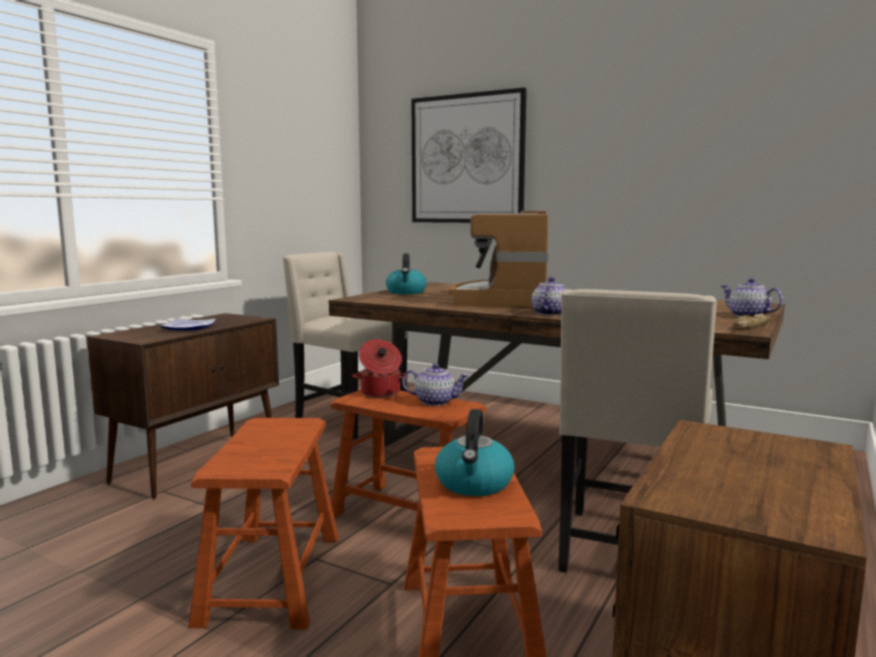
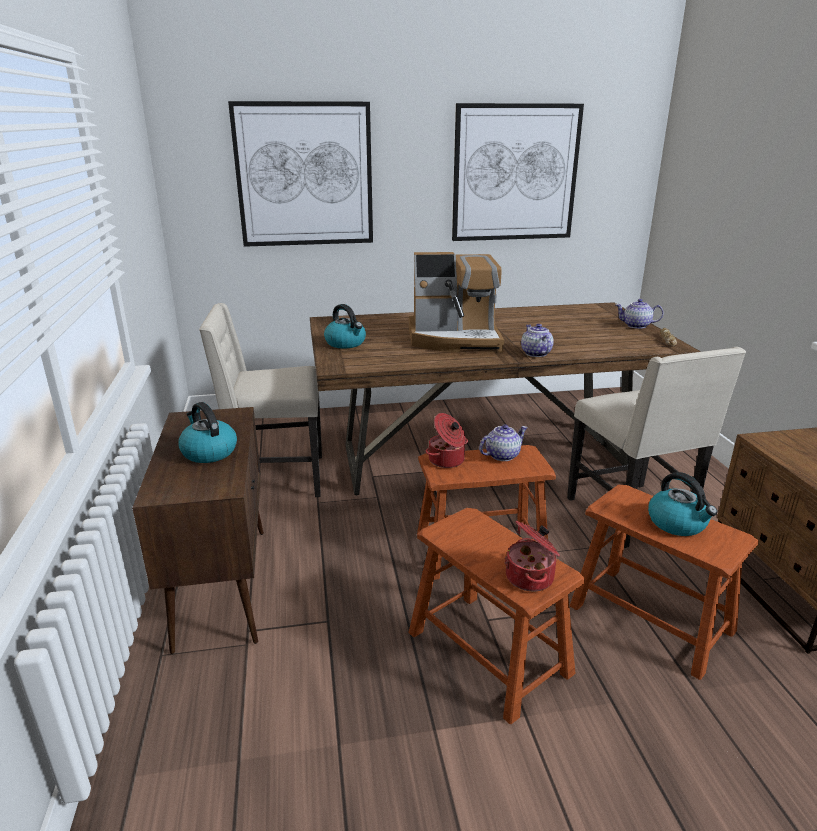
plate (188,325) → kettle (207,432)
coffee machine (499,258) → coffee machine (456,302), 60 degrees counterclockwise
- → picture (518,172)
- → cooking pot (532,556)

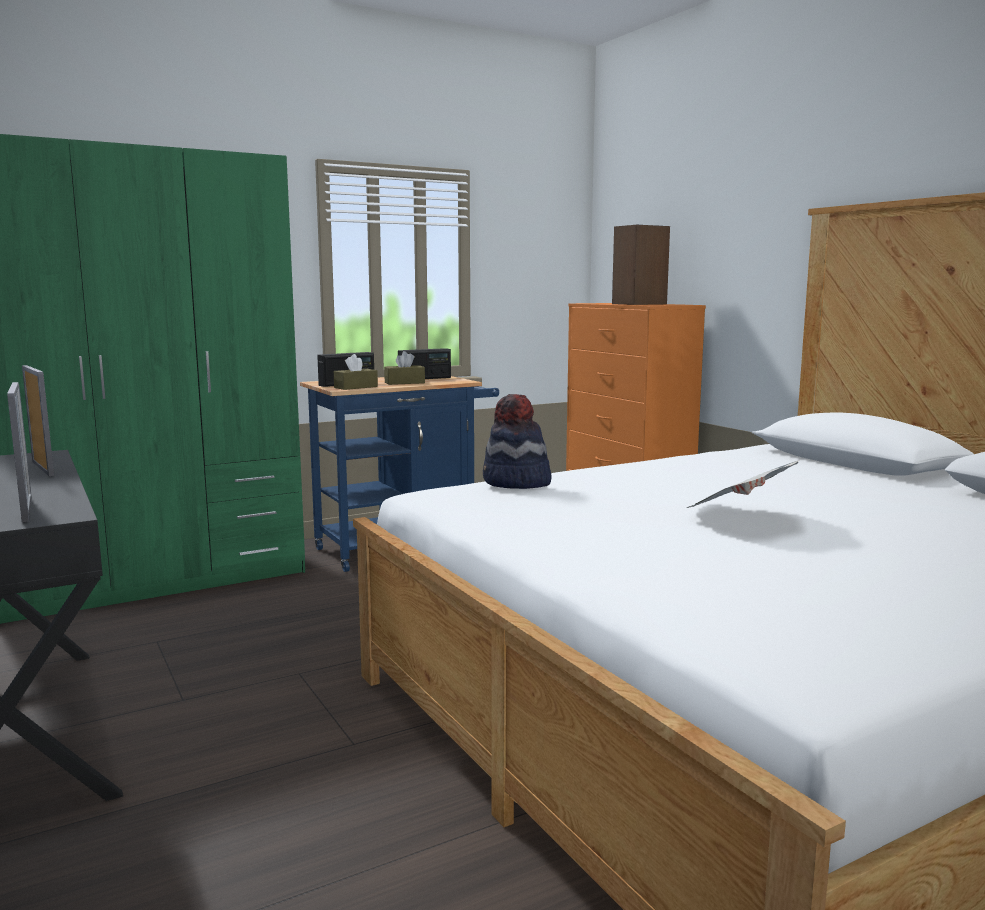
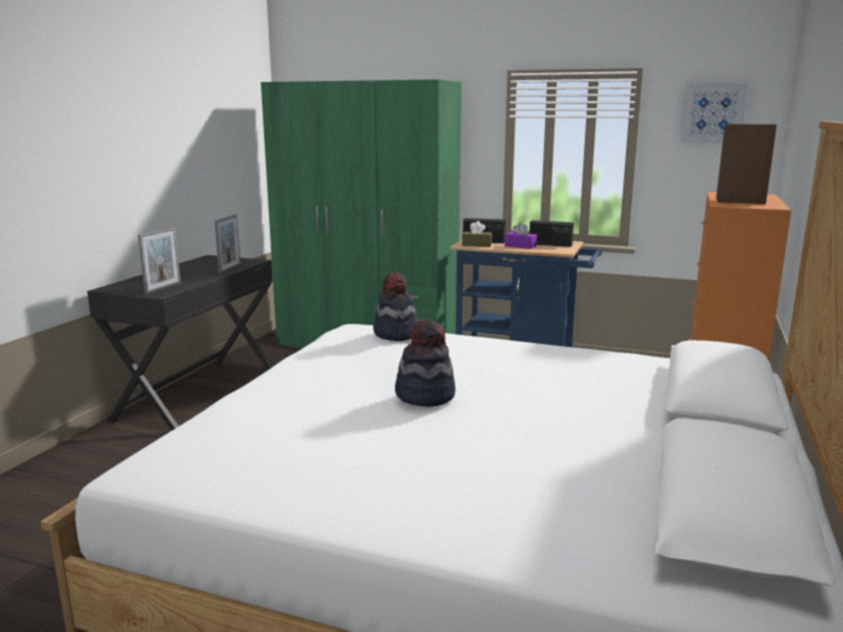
newspaper (743,484) → hat (425,363)
brown tissue box (404,368) → purple tissue box (521,235)
- → picture (715,113)

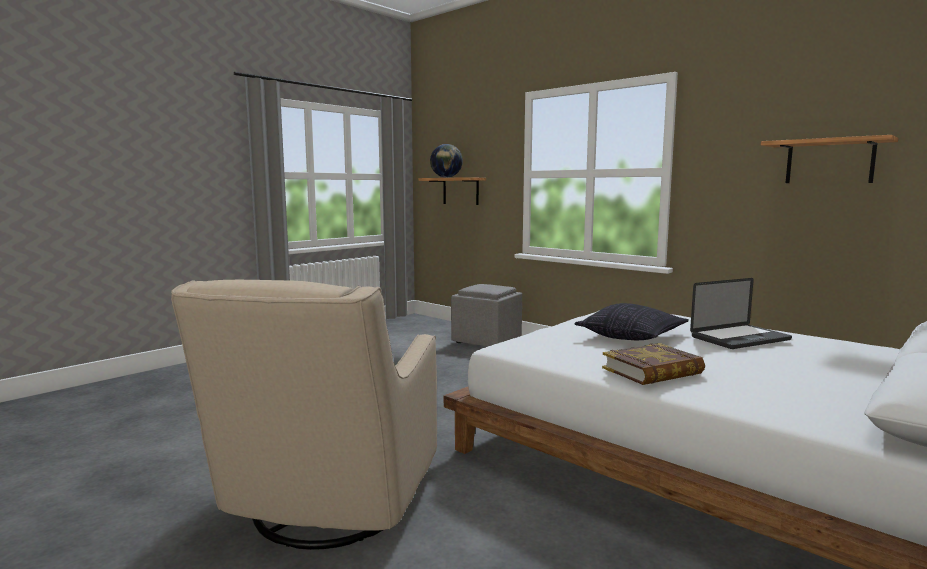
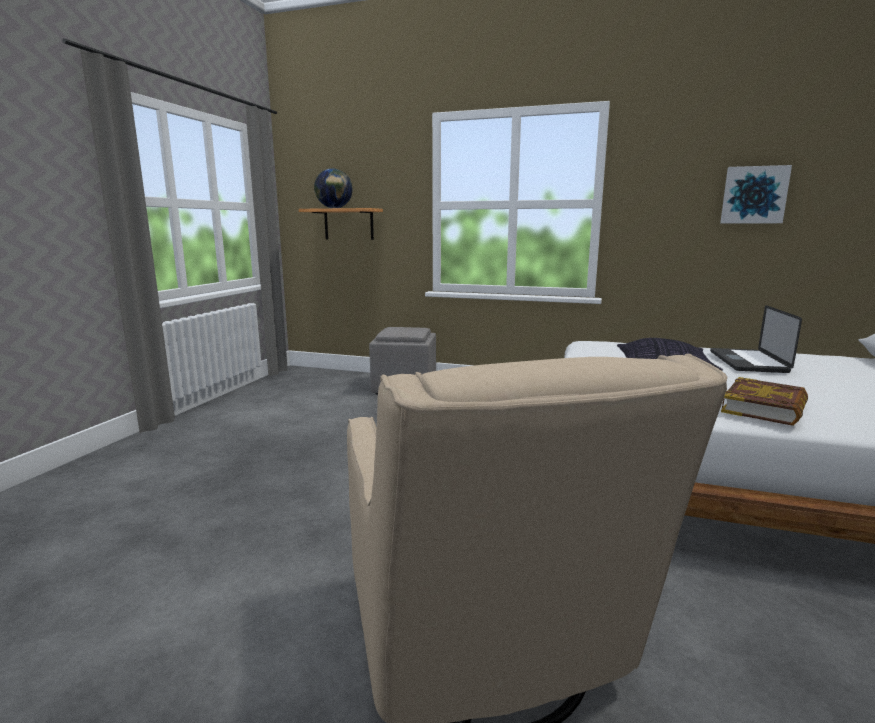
laptop (741,313) → laptop (756,339), 150 degrees clockwise
shelf (829,159) → picture (756,194)

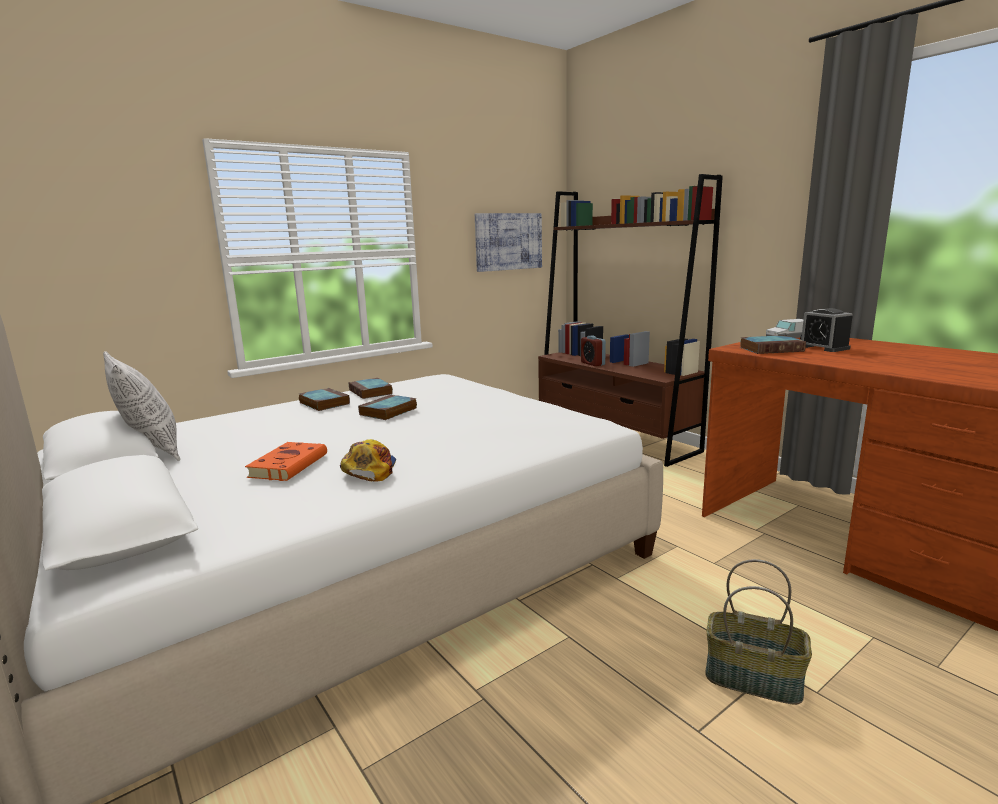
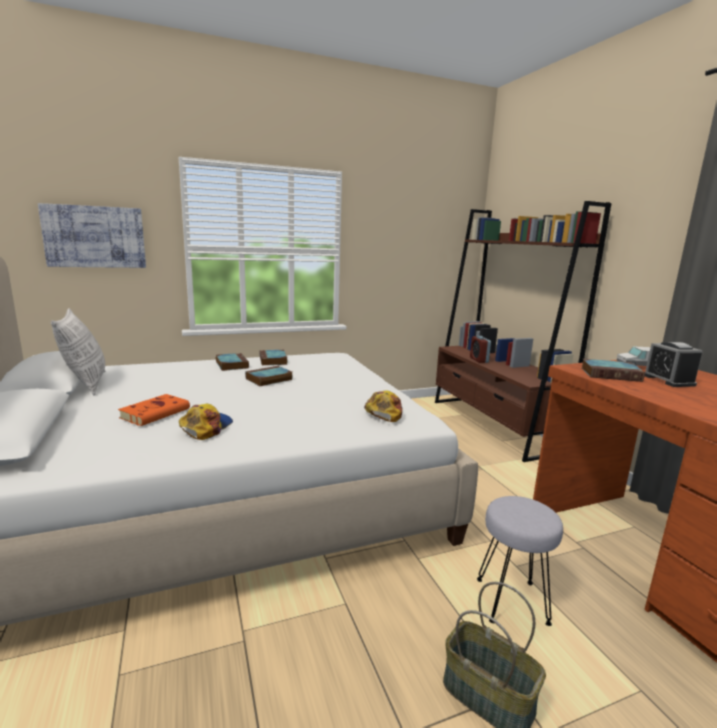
picture (508,242) → picture (92,235), move
- → cap (383,406)
- → grey stool (520,561)

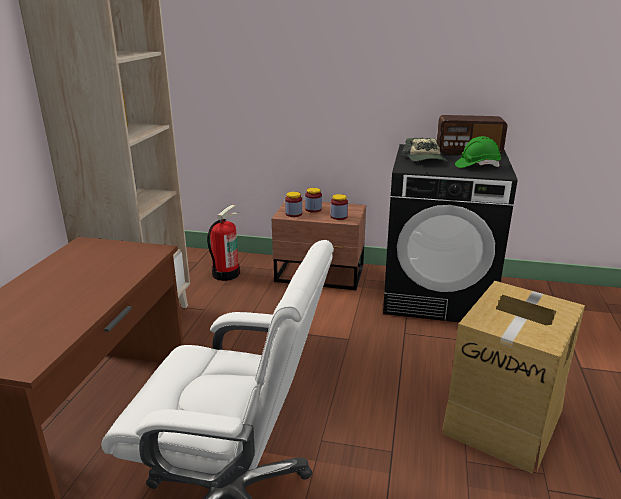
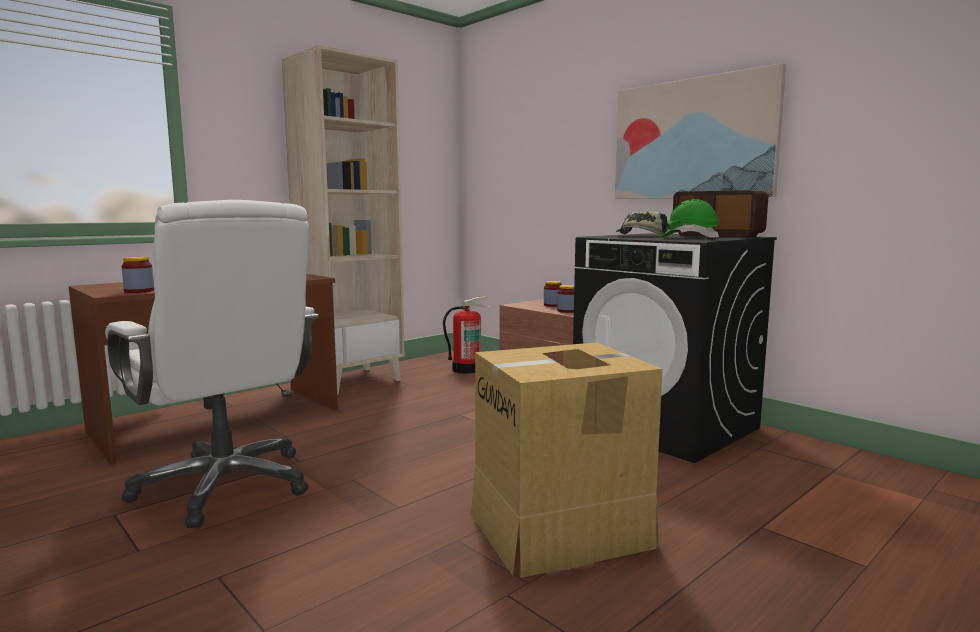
jar (293,204) → jar (138,275), move
- → picture (700,131)

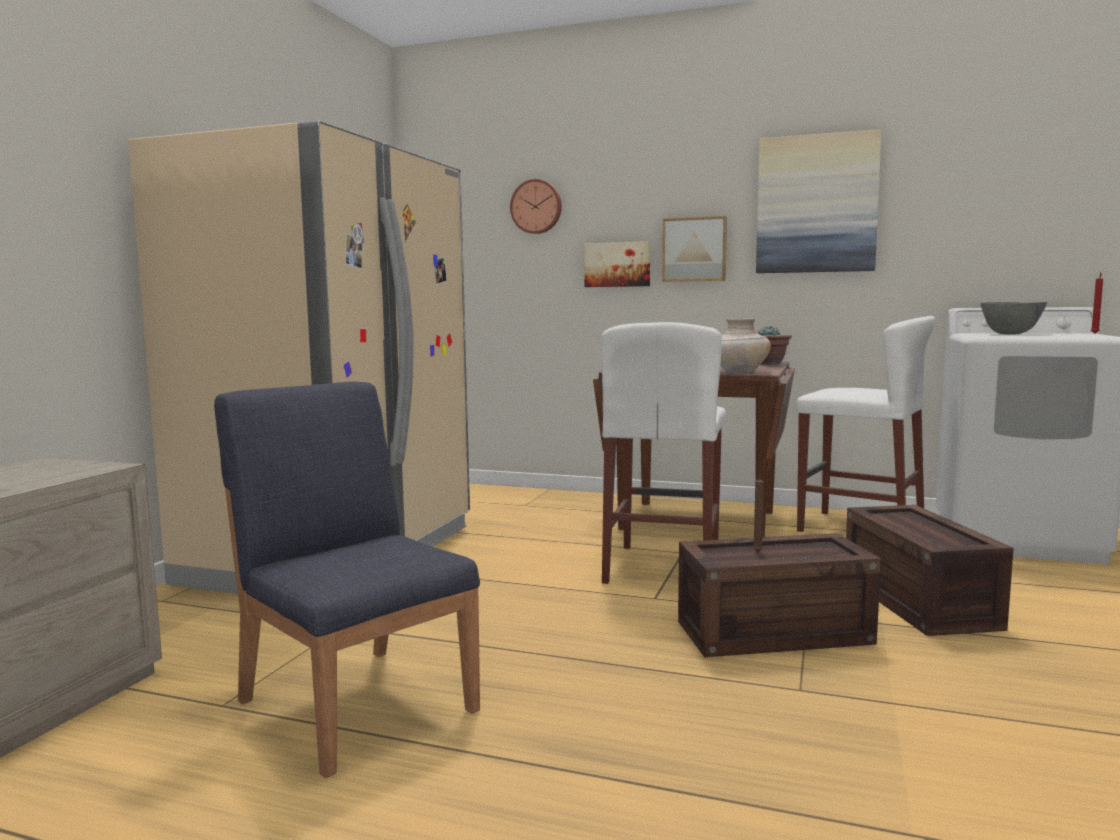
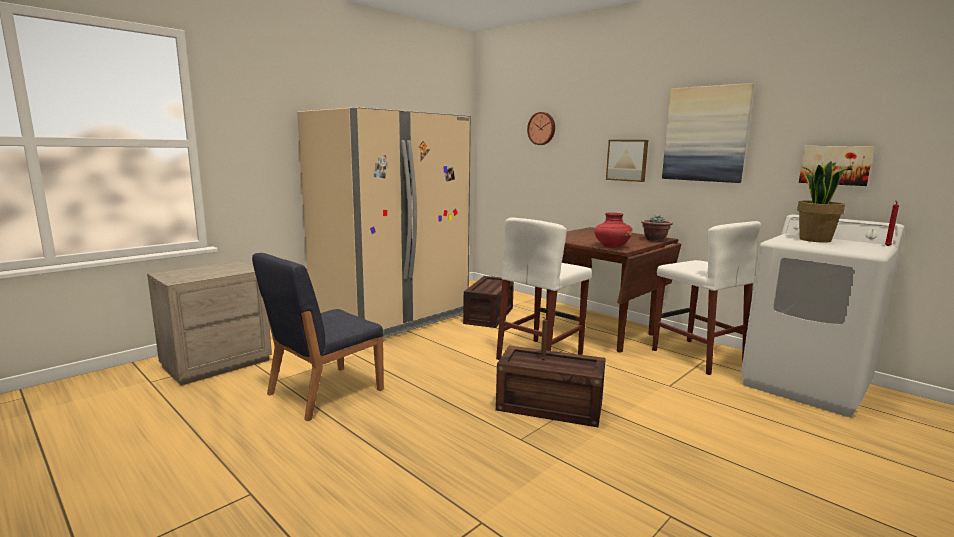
blue chair (347,580) → blue chair (318,337), 120 degrees counterclockwise
crate (930,570) → crate (488,302), move
beige vase (746,345) → red vase (613,230)
grey bowl (1013,318) → potted plant (824,202)
picture (617,264) → picture (836,166), move

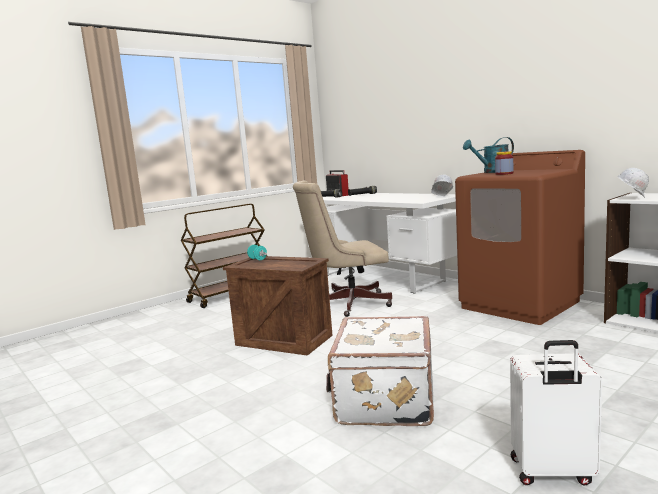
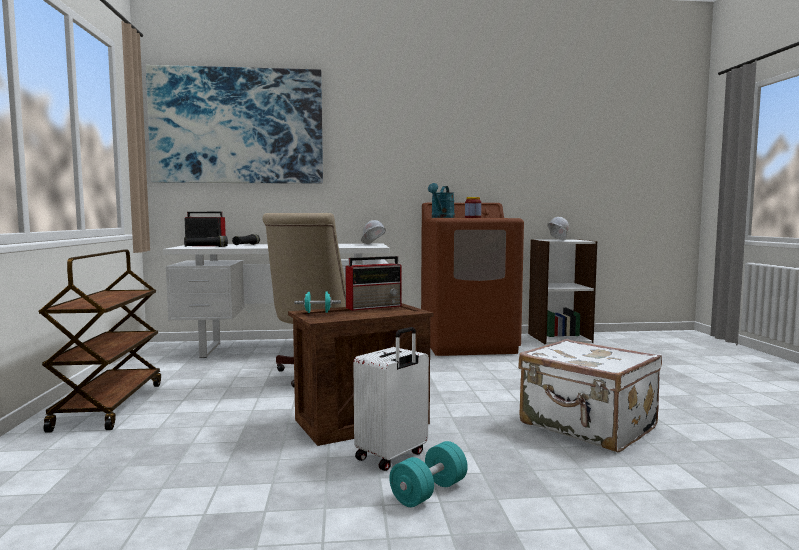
- → picture (234,124)
- → radio (373,283)
white suitcase (556,413) → white suitcase (391,399), move
- → turquoise dumbbell (428,474)

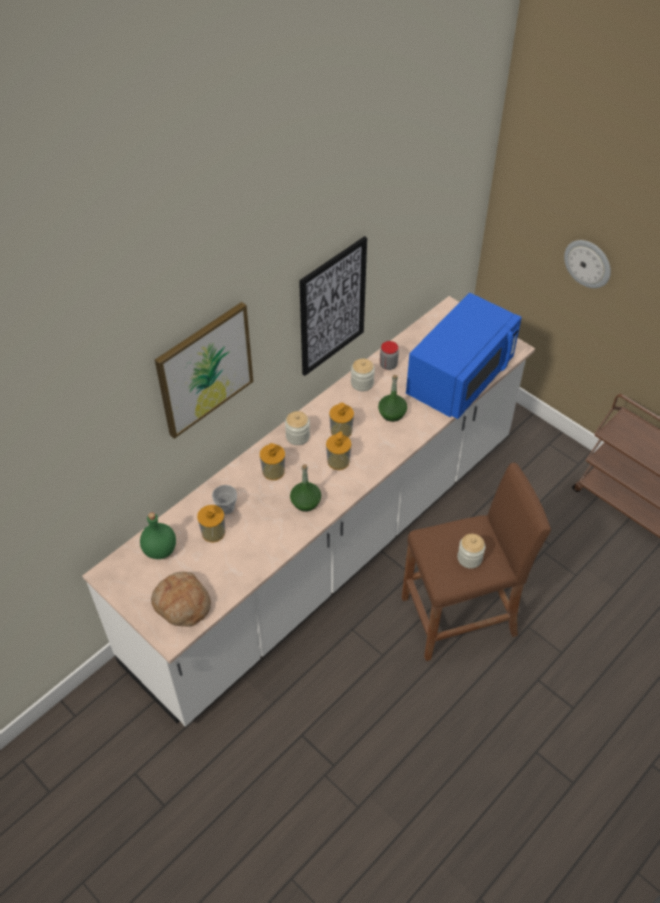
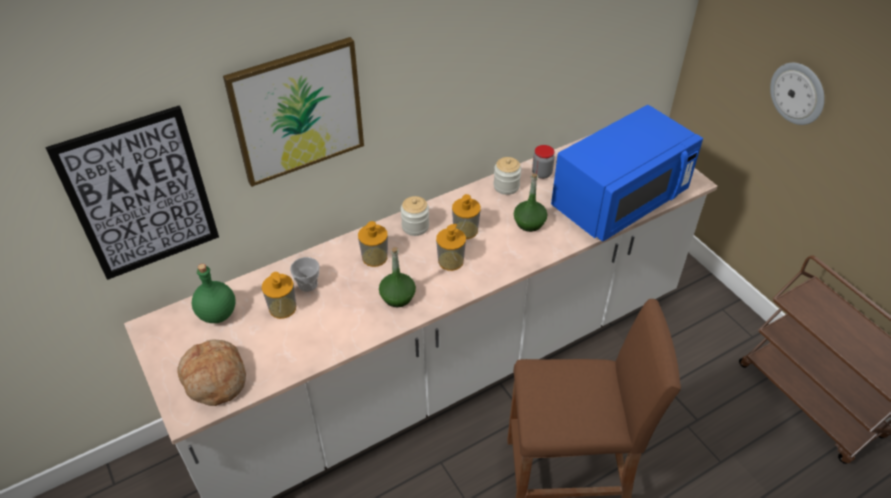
picture (333,306) → picture (132,192), move
jar (471,551) → -

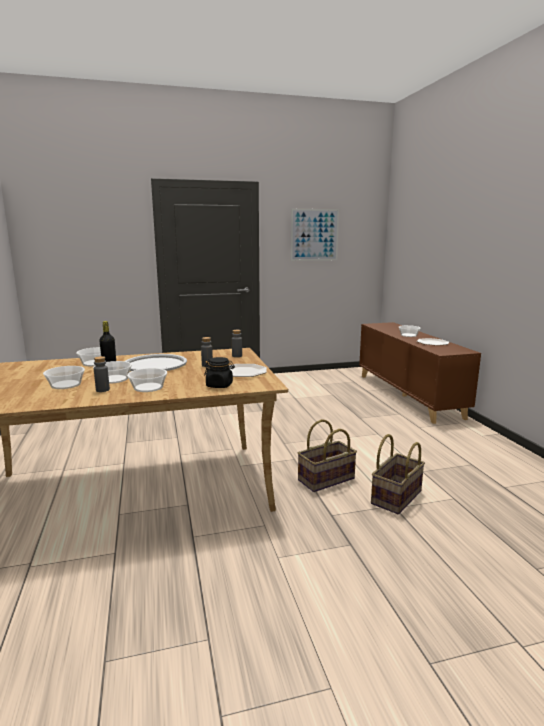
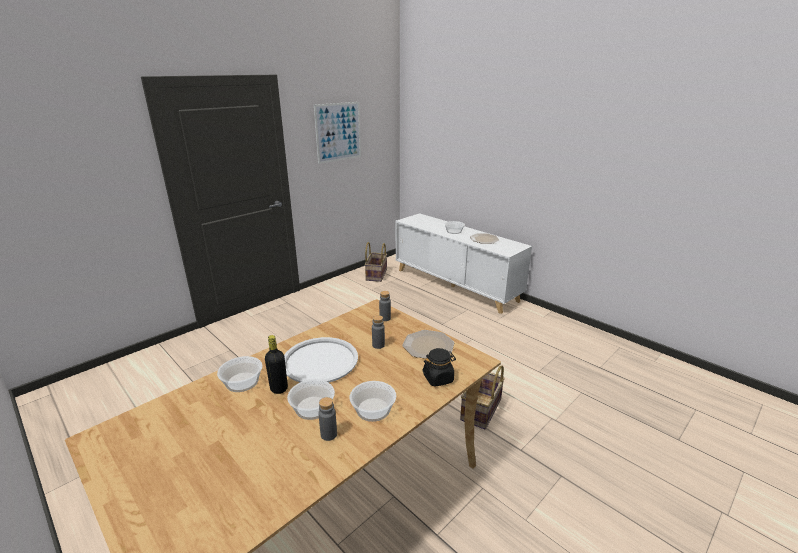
basket (398,474) → basket (375,262), move
brown cabinet (420,373) → white cabinet (463,263)
bowl (64,377) → -

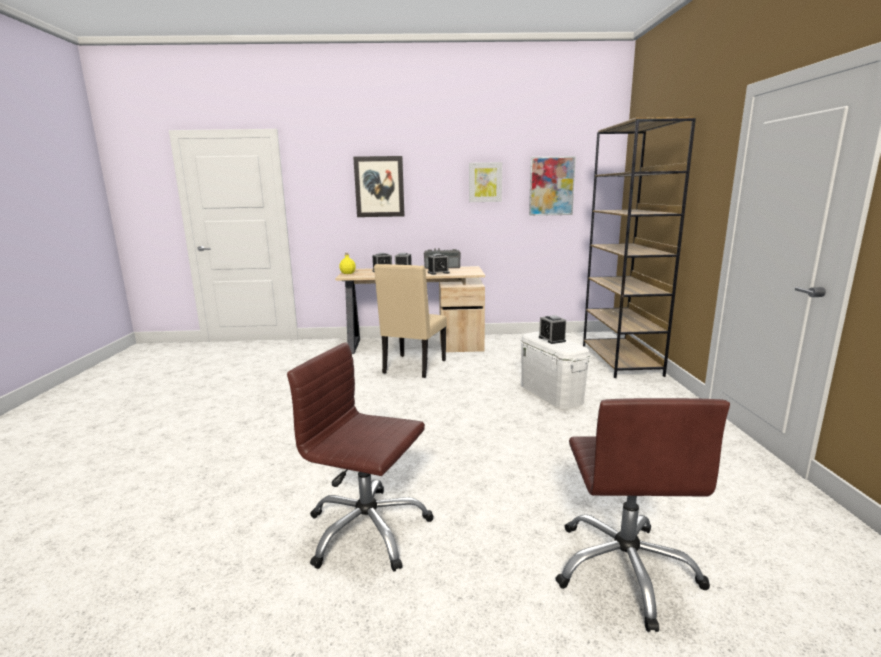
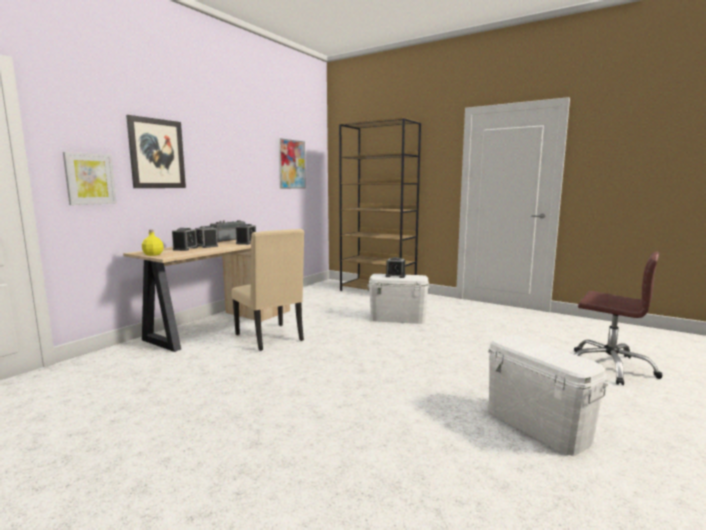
picture (485,182) → picture (90,178), move
brown office chair (360,457) → white storage box (548,395)

